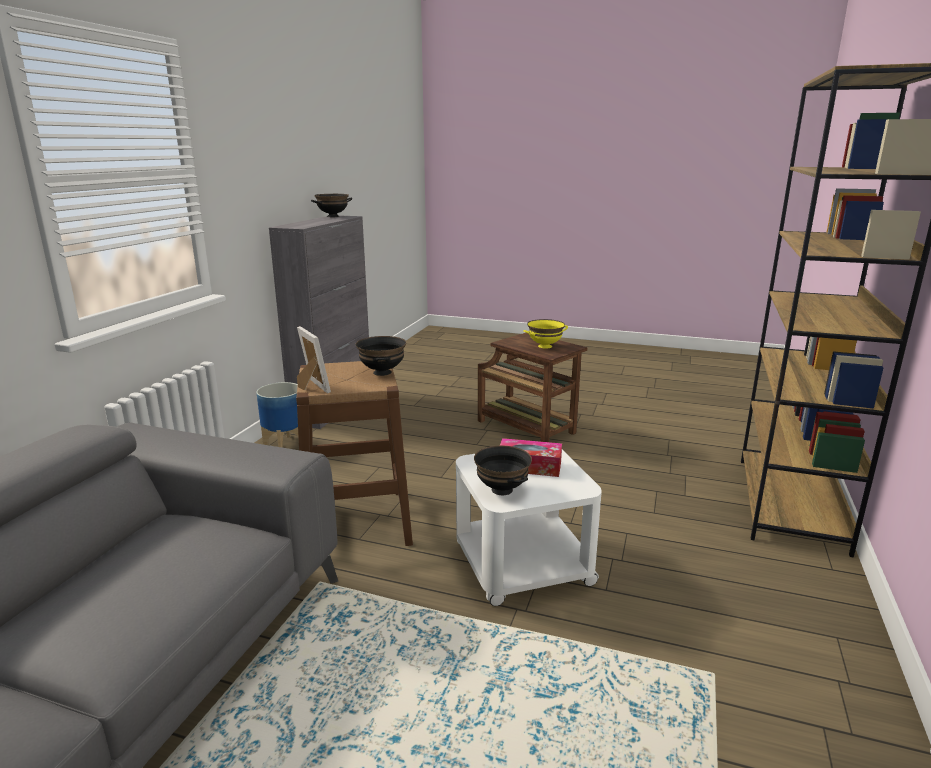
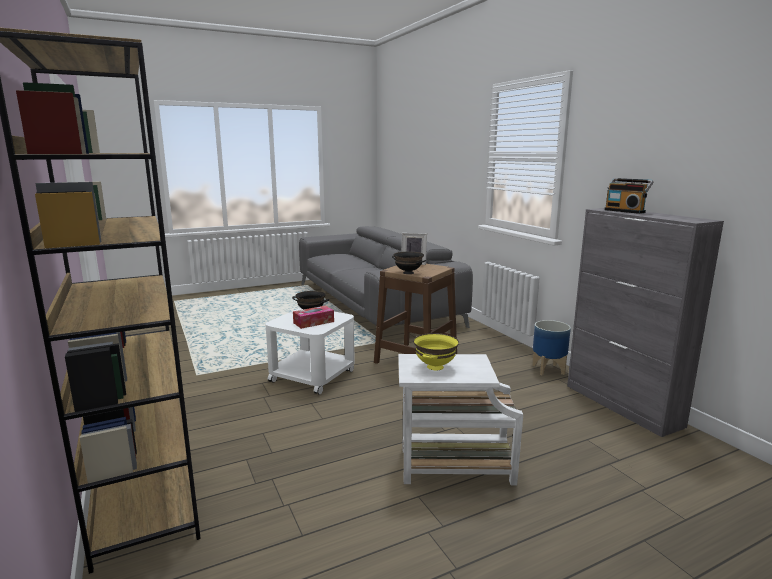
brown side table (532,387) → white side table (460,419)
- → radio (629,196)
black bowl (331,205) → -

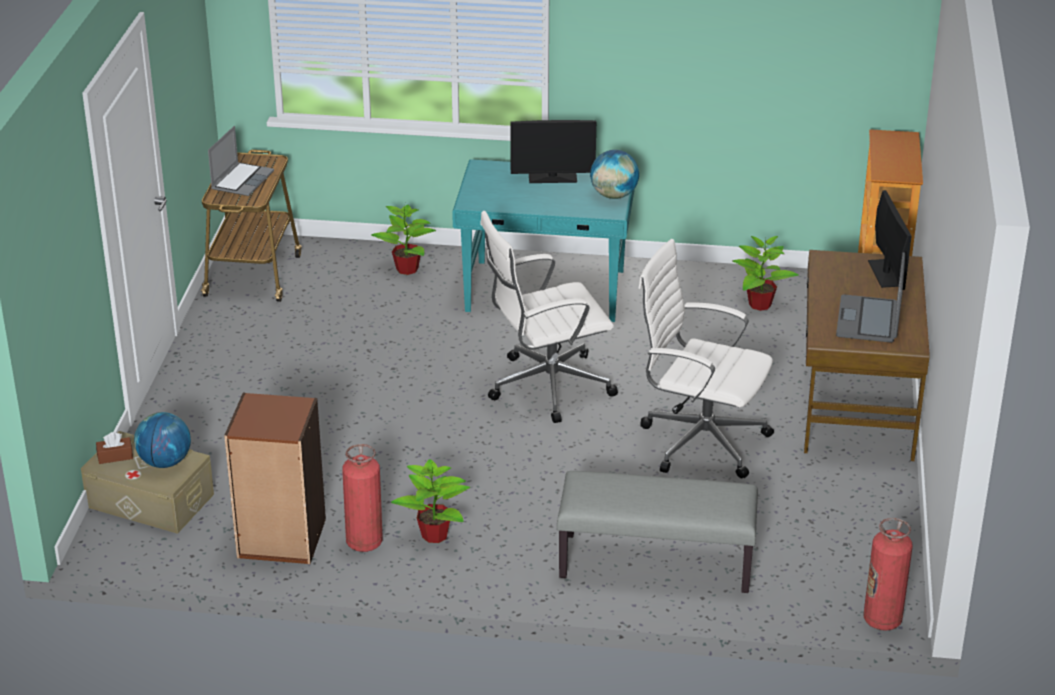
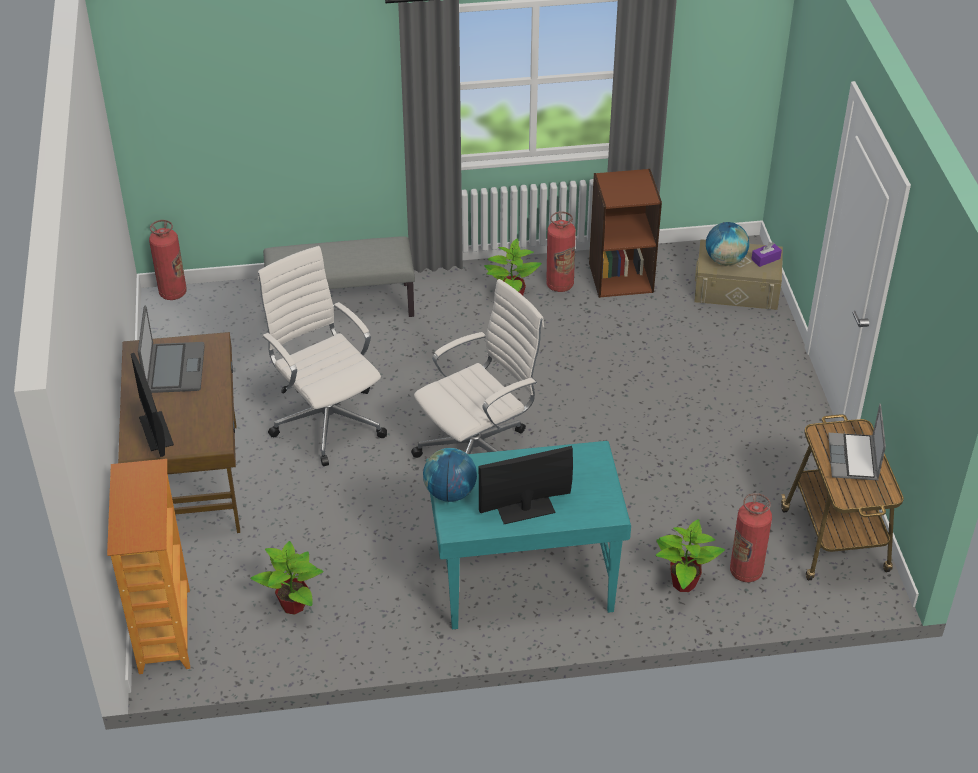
white office chair (706,358) → white office chair (322,356), 135 degrees counterclockwise
- → fire extinguisher (751,537)
brown tissue box (114,448) → purple tissue box (766,254)

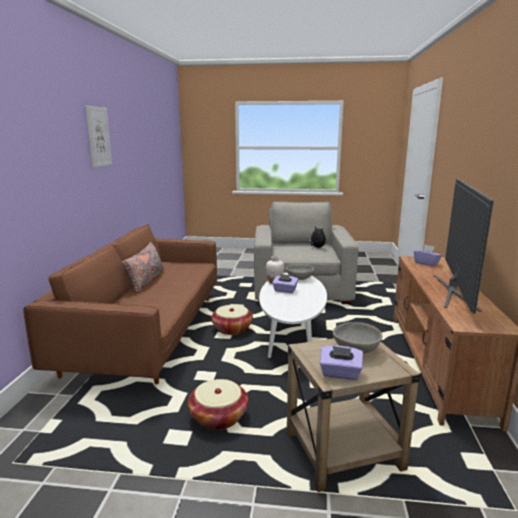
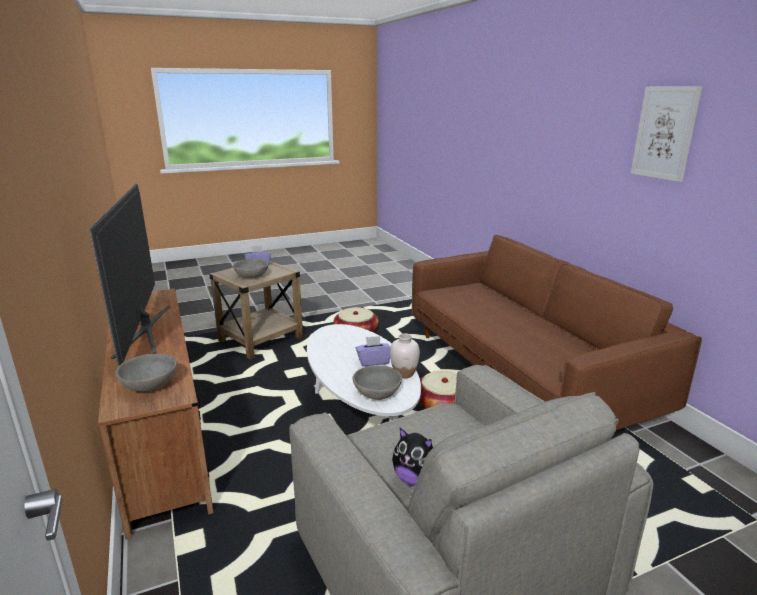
purple tissue box (428,255) → grey bowl (146,373)
grey pillow (143,267) → -

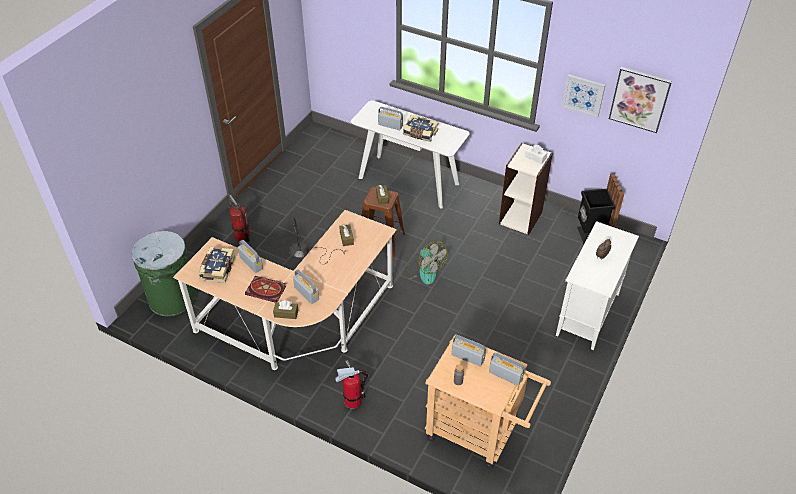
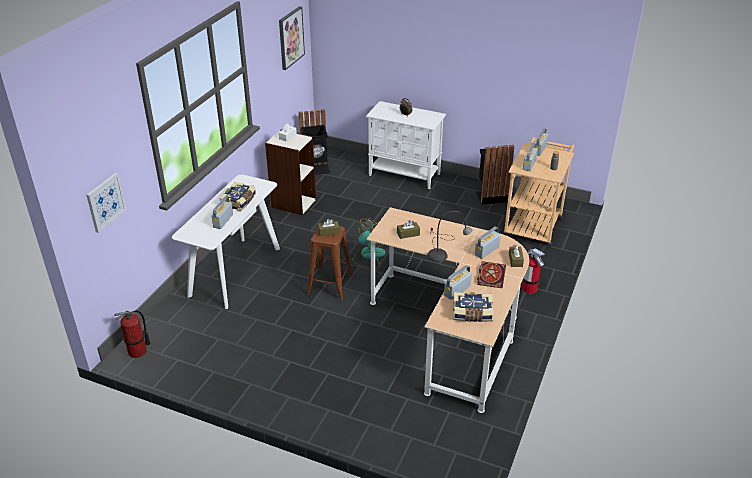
picture (583,96) → picture (106,203), move
fire extinguisher (239,218) → fire extinguisher (132,334), move
- → black trash can (495,175)
green trash can (164,273) → -

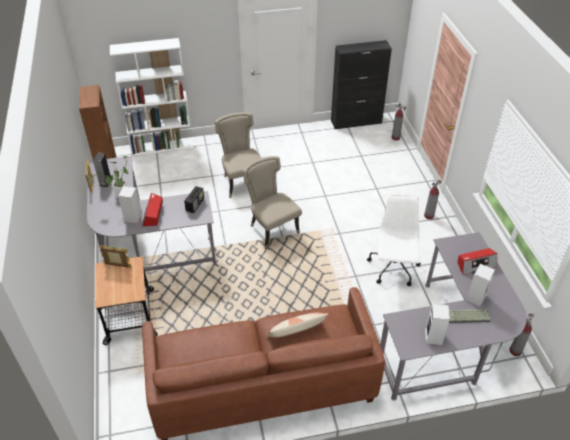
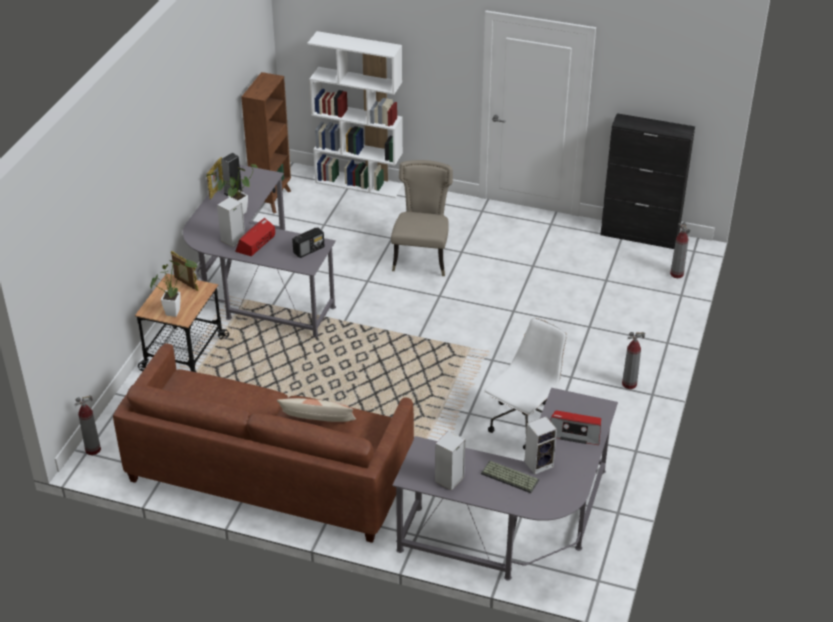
fire extinguisher (522,334) → fire extinguisher (87,425), move
- → potted plant (173,288)
beige chair (272,203) → -

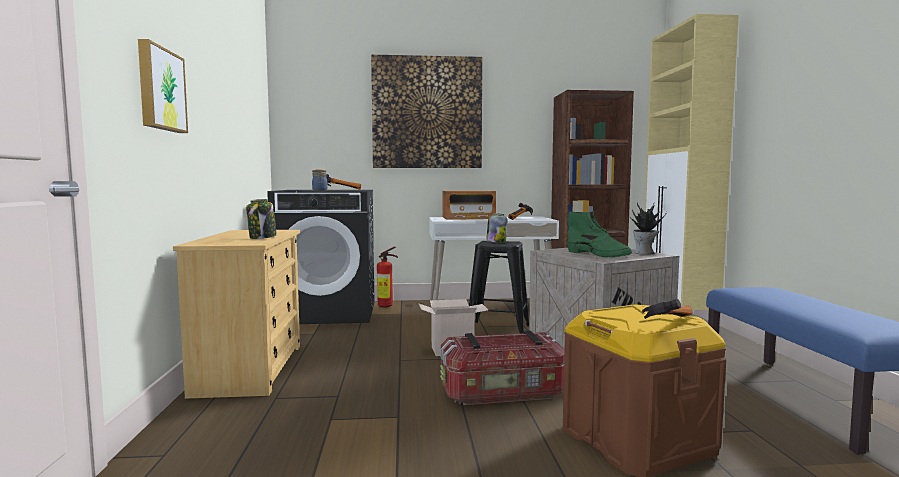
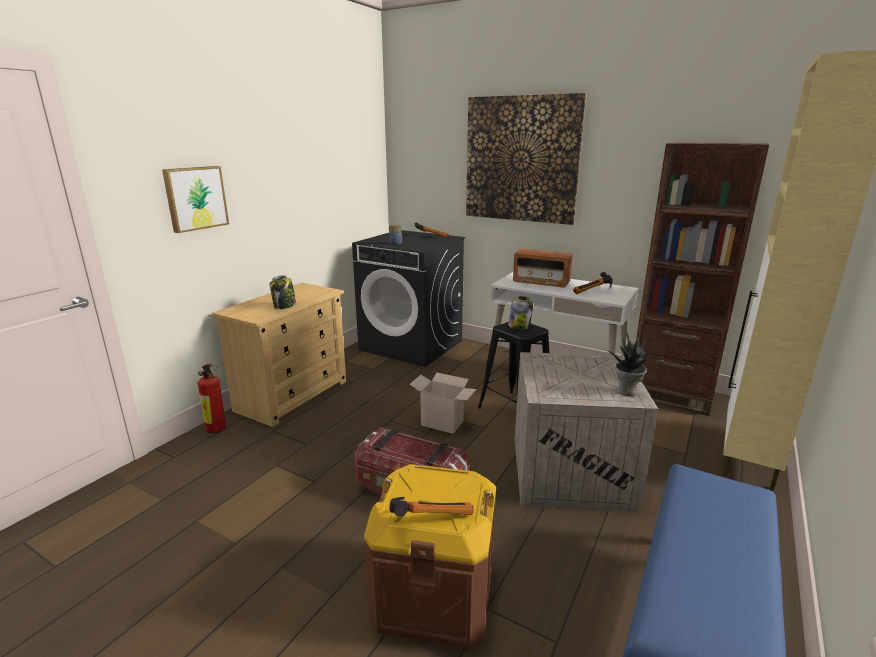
fire extinguisher (387,276) → fire extinguisher (212,398), move
green boot (599,234) → -

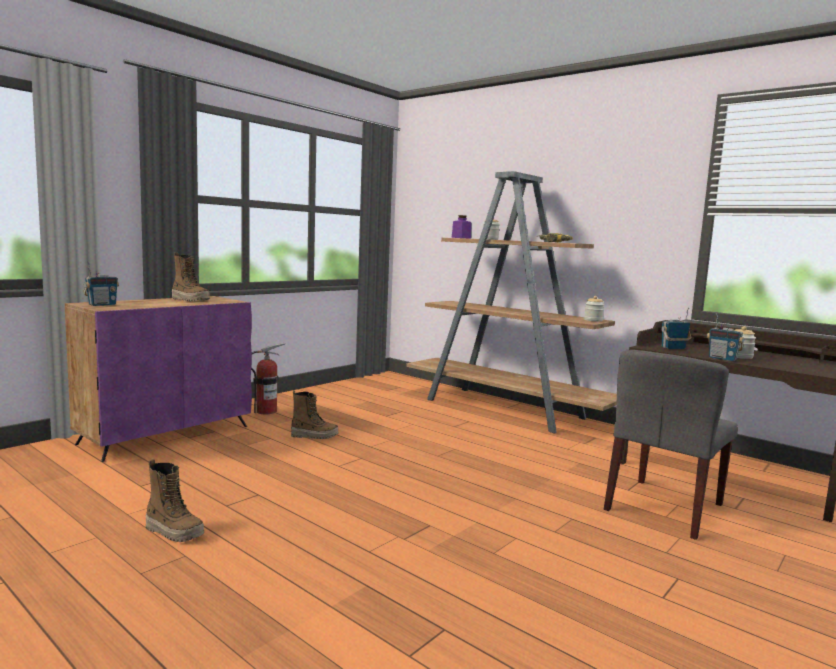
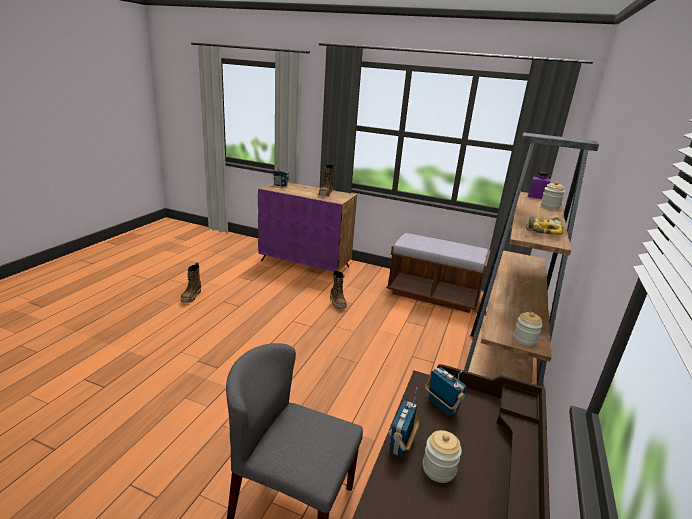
- → brown bench (439,273)
fire extinguisher (268,378) → -

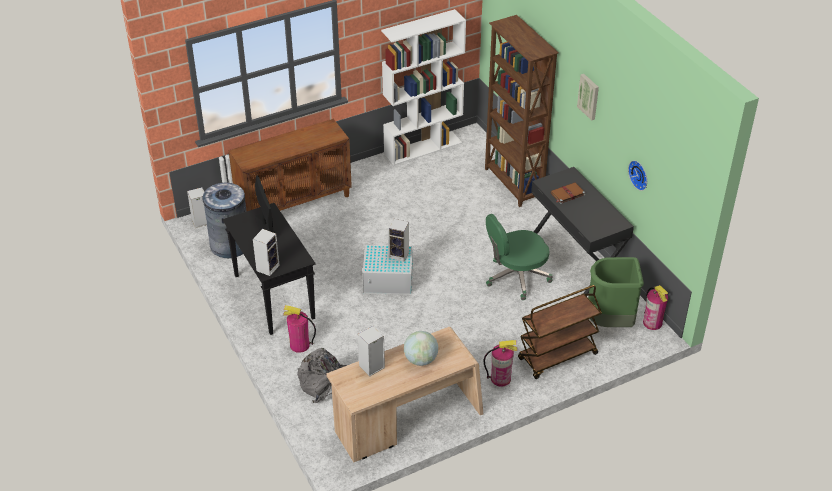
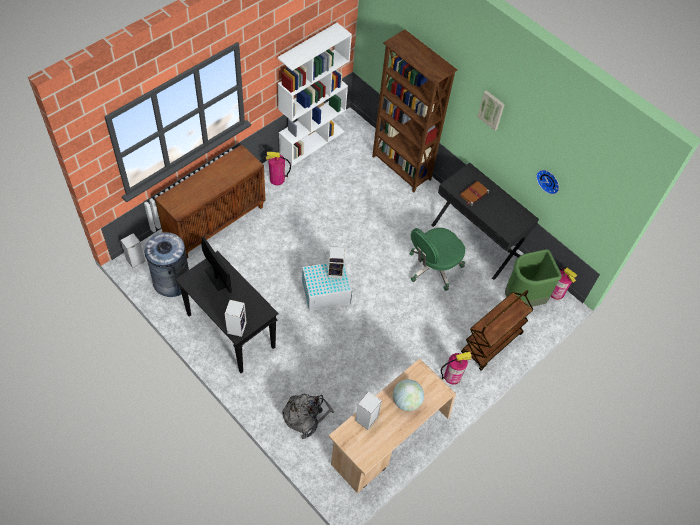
fire extinguisher (299,329) → fire extinguisher (278,168), move

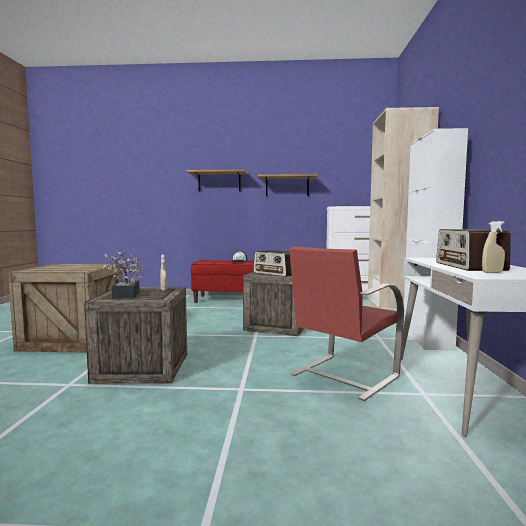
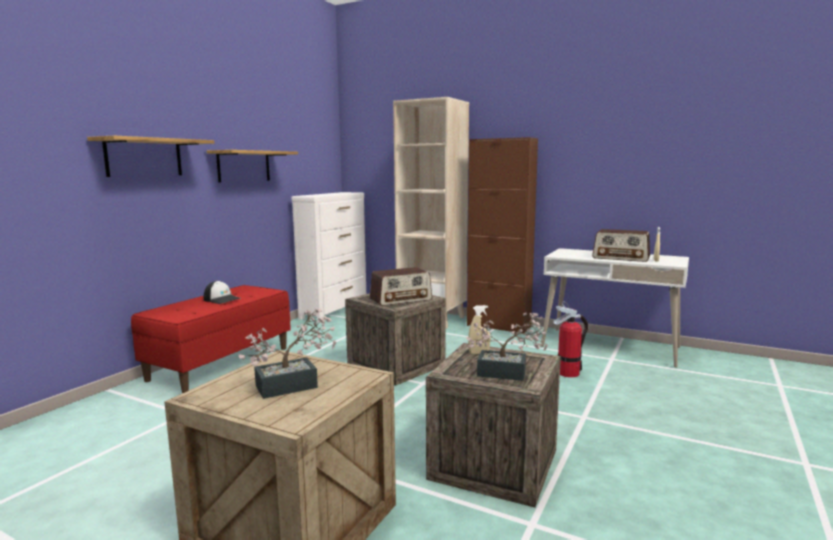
- → potted plant (287,353)
white cabinet (435,239) → brown cabinet (502,235)
red chair (346,323) → fire extinguisher (570,339)

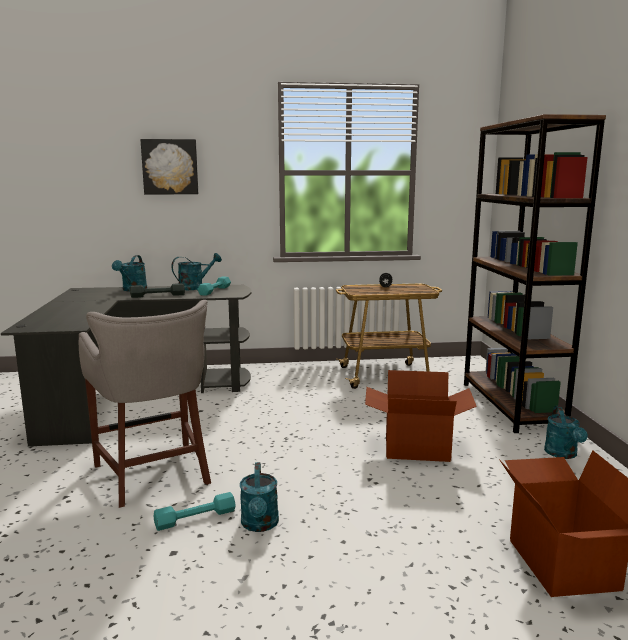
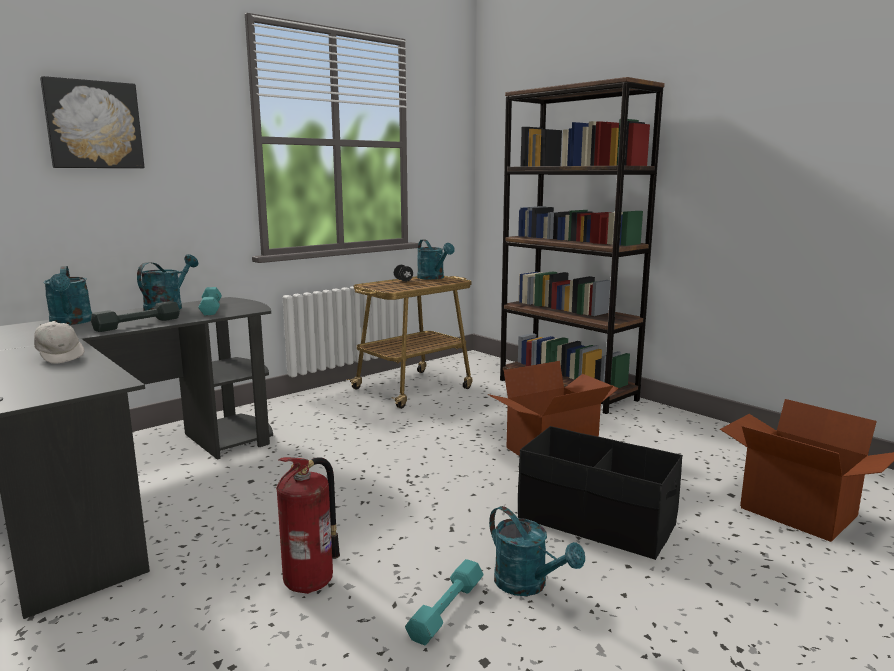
- → white cap (59,342)
grey stool (145,404) → fire extinguisher (308,525)
turquoise watering can (566,432) → turquoise watering can (436,259), move
- → black storage box (600,493)

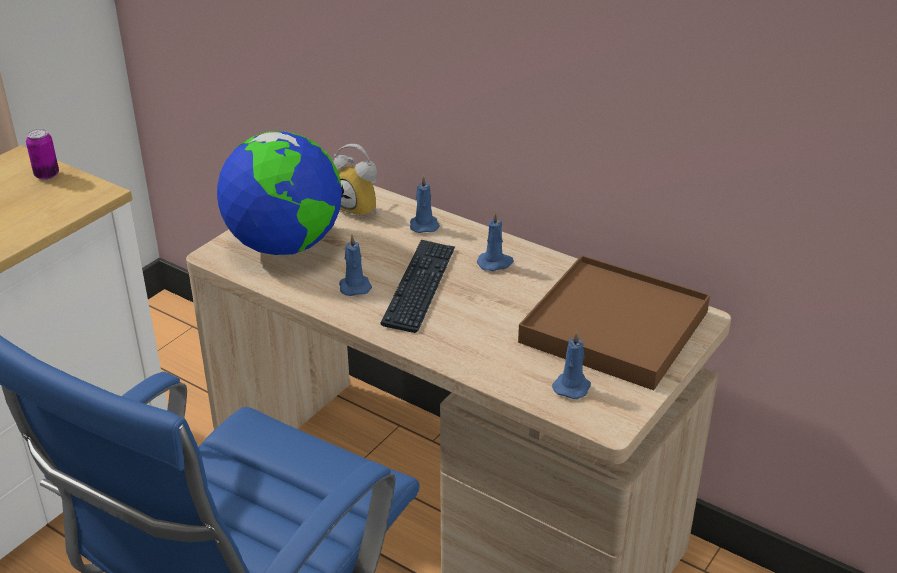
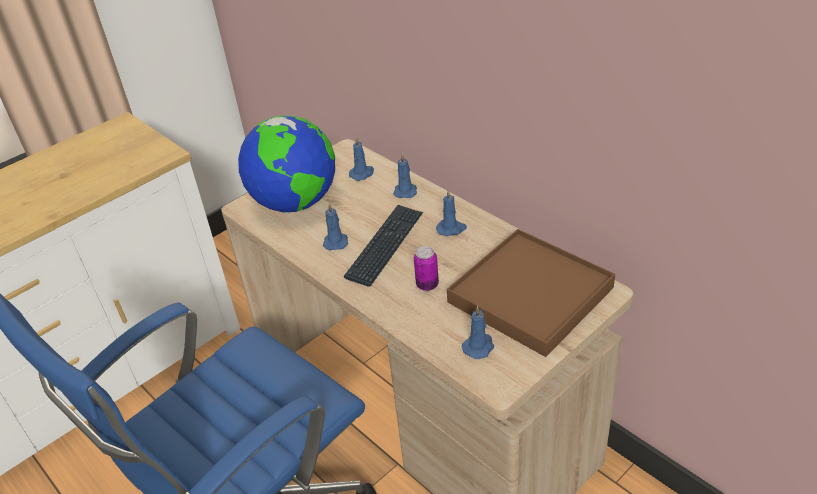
alarm clock (355,181) → blue candle (361,158)
can (42,154) → can (426,268), move

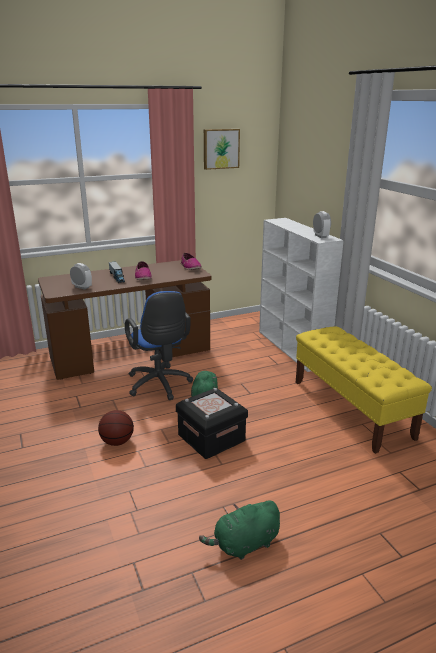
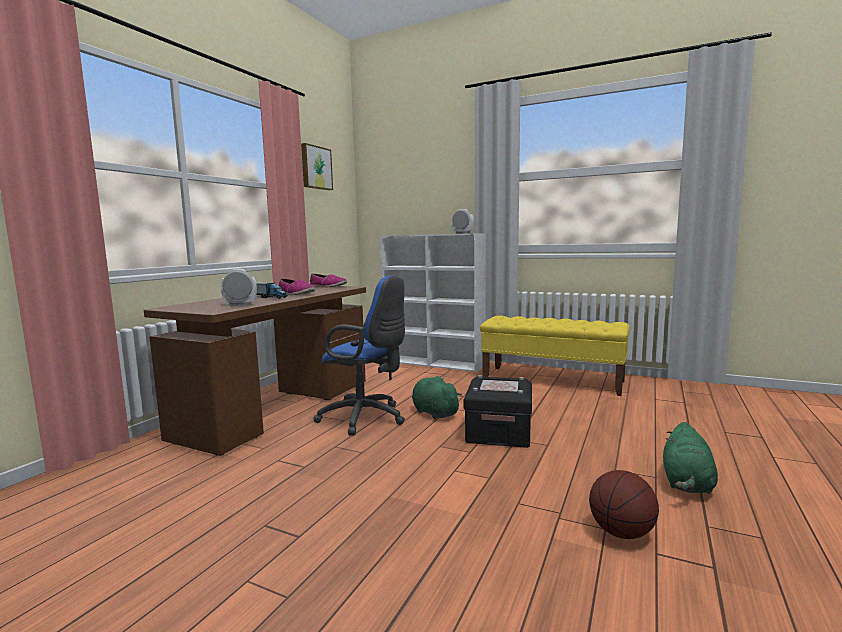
basketball (116,428) → basketball (624,504), move

